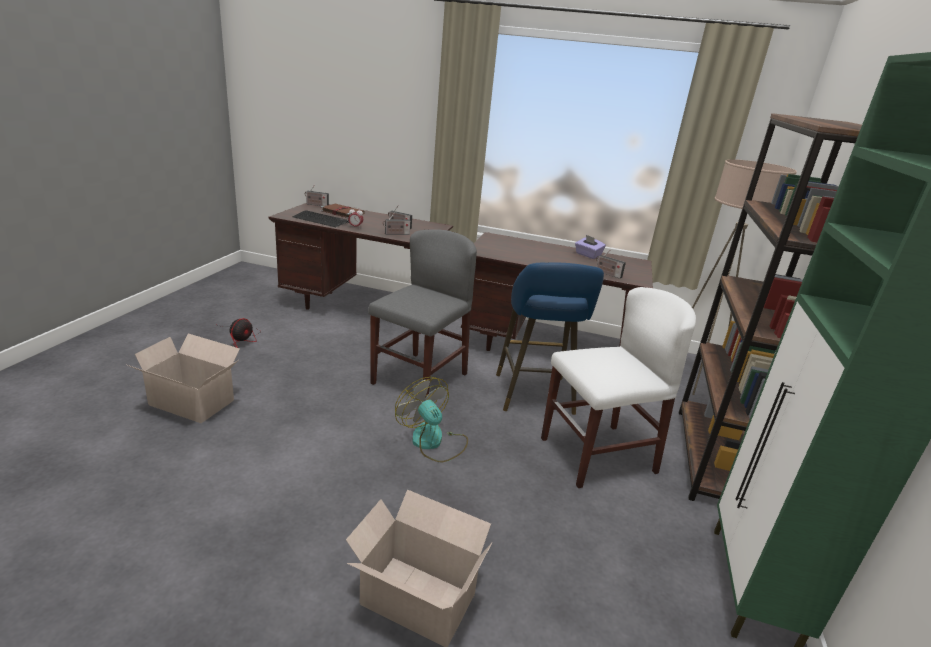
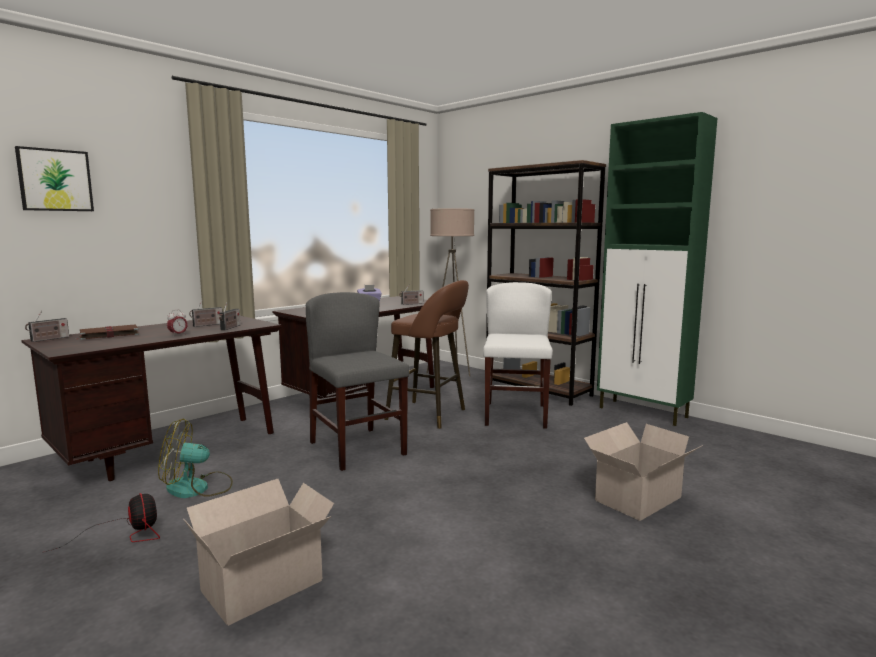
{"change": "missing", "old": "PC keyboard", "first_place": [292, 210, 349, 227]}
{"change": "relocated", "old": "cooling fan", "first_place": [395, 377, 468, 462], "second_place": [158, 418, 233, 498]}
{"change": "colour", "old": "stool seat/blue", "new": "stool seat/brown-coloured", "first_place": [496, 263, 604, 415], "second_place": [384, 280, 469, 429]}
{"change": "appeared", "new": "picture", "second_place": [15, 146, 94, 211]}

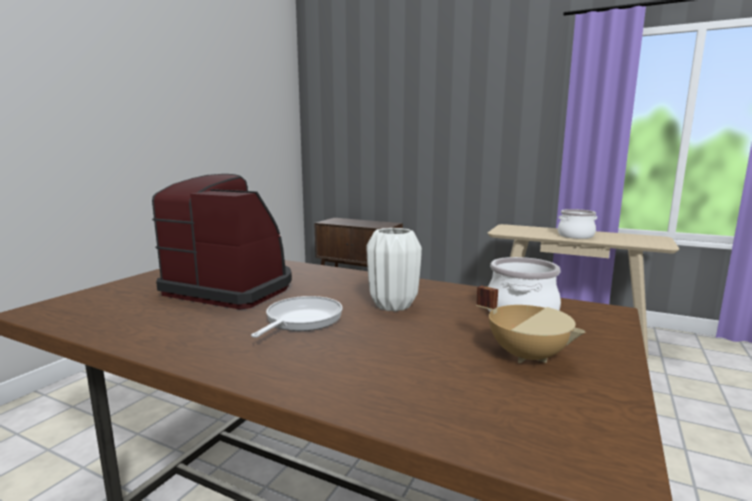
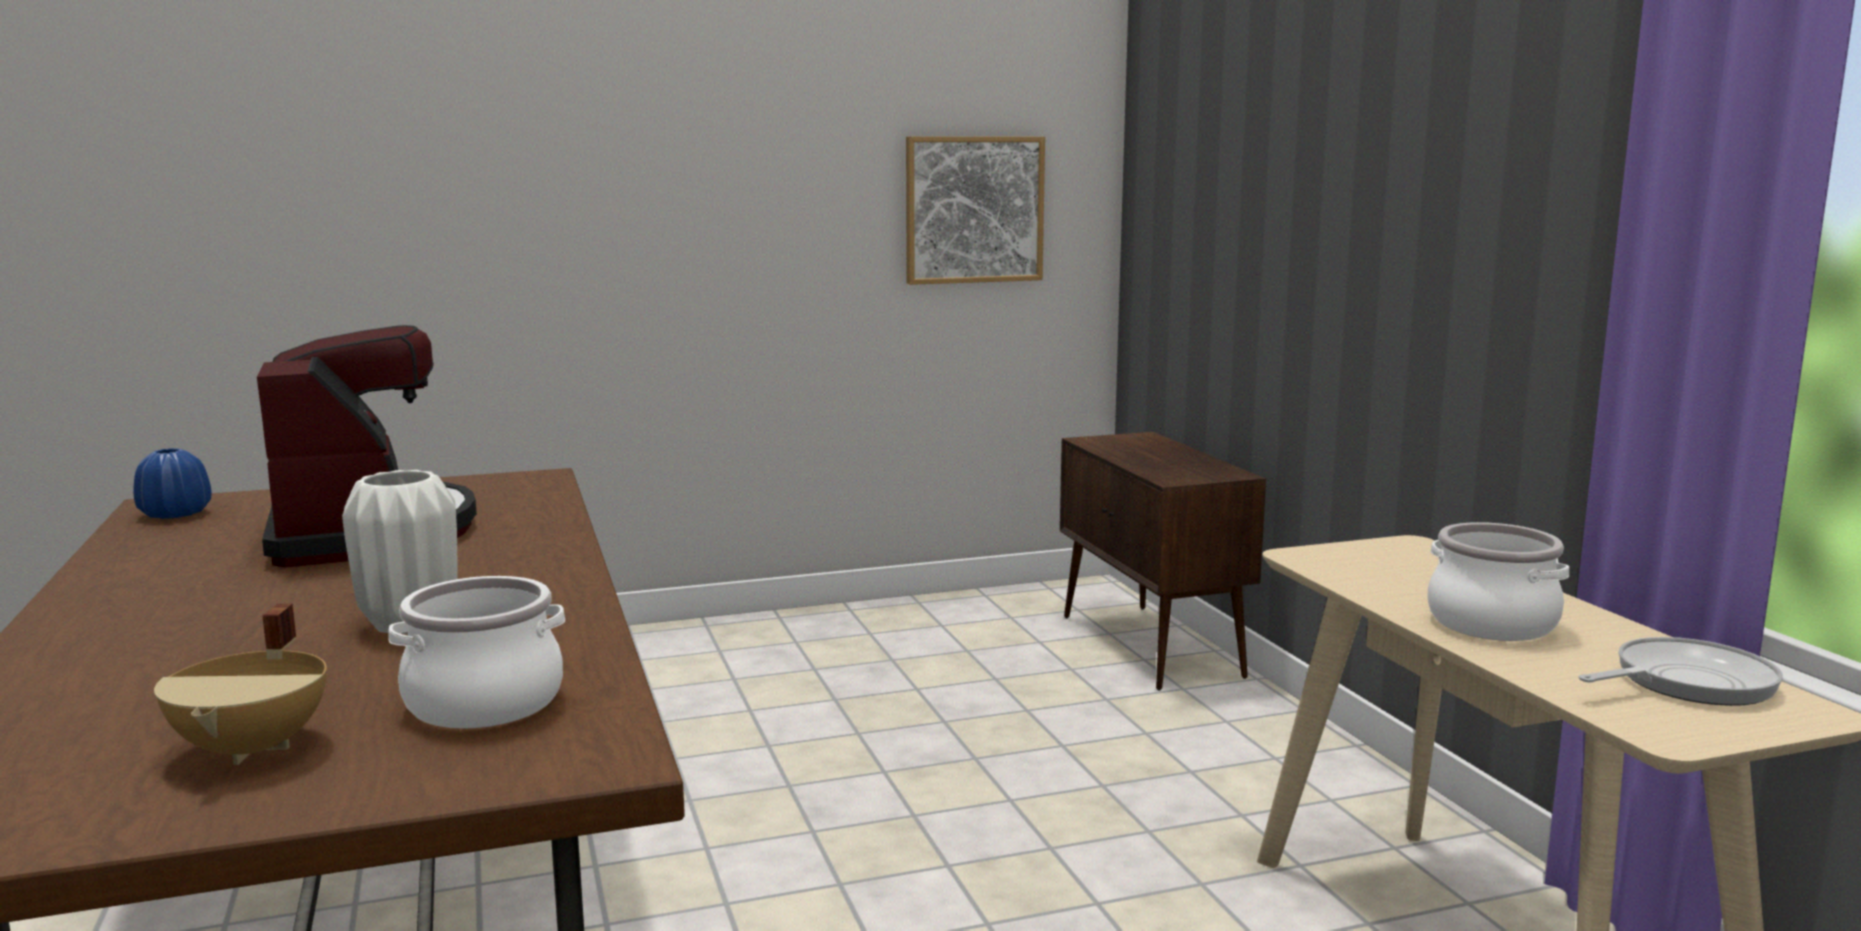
{"change": "relocated", "old": "skillet", "first_place": [251, 296, 342, 338], "second_place": [1579, 637, 1783, 706]}
{"change": "appeared", "new": "vase/blue", "second_place": [134, 448, 212, 519]}
{"change": "appeared", "new": "picture", "second_place": [906, 136, 1045, 285]}

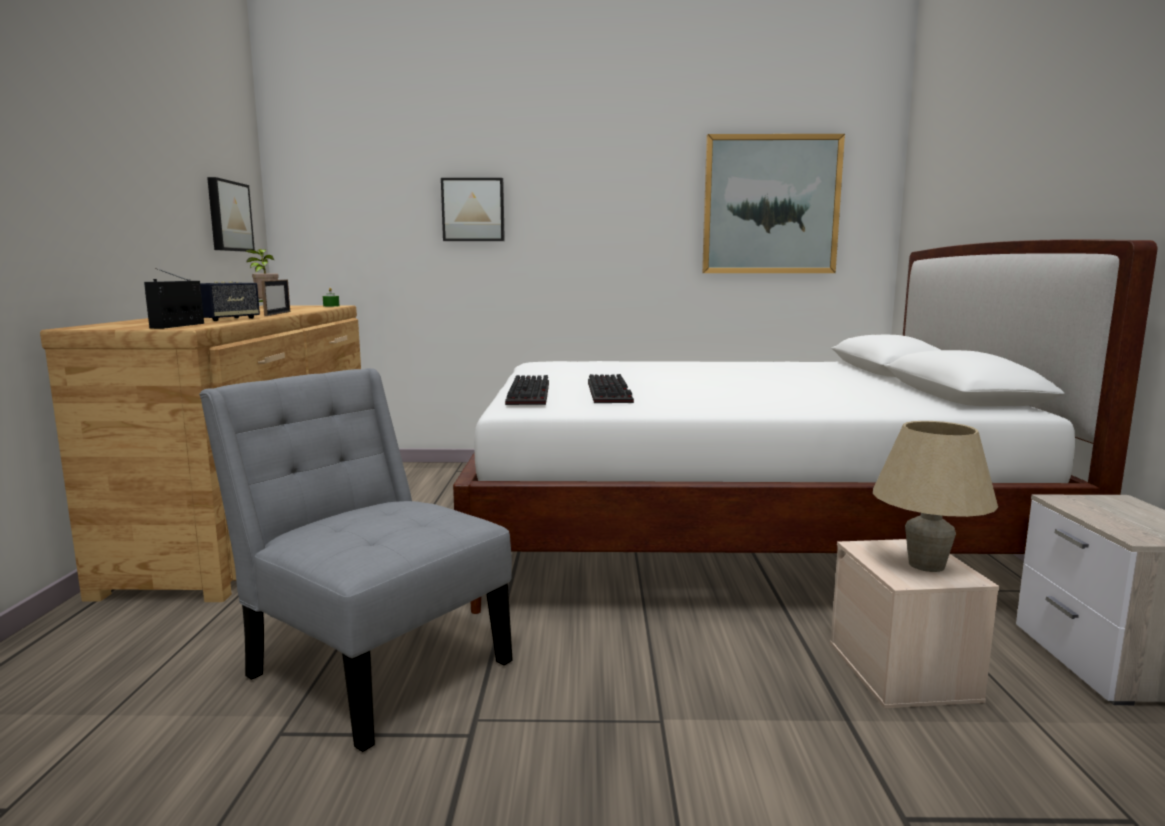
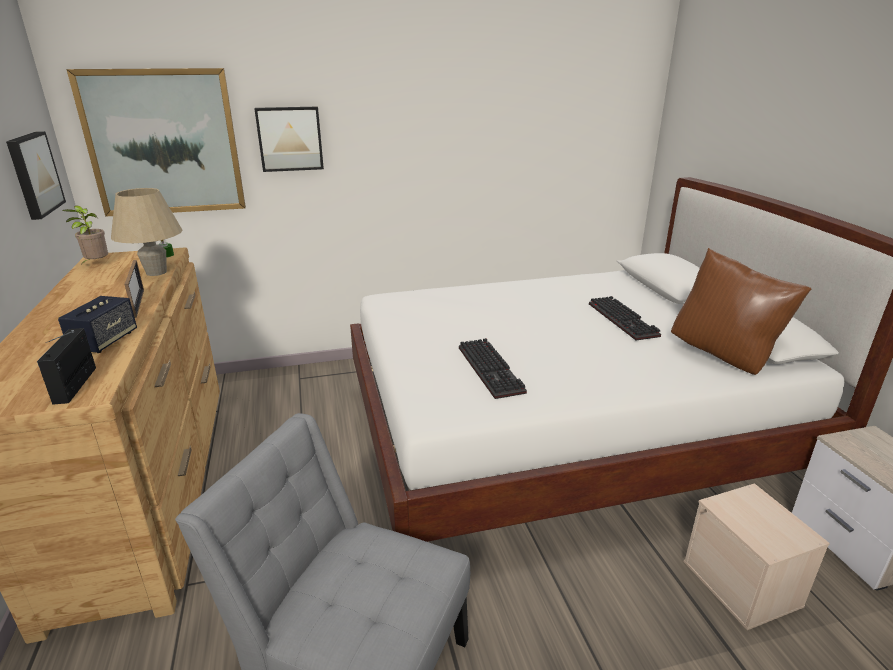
{"change": "relocated", "old": "PC keyboard", "first_place": [505, 375, 549, 405], "second_place": [589, 296, 661, 341]}
{"change": "relocated", "old": "picture", "first_place": [702, 134, 845, 273], "second_place": [66, 68, 246, 217]}
{"change": "relocated", "old": "table lamp/beige-coloured", "first_place": [873, 421, 998, 572], "second_place": [111, 188, 183, 276]}
{"change": "appeared", "new": "cushion/brown-coloured", "second_place": [671, 248, 811, 375]}

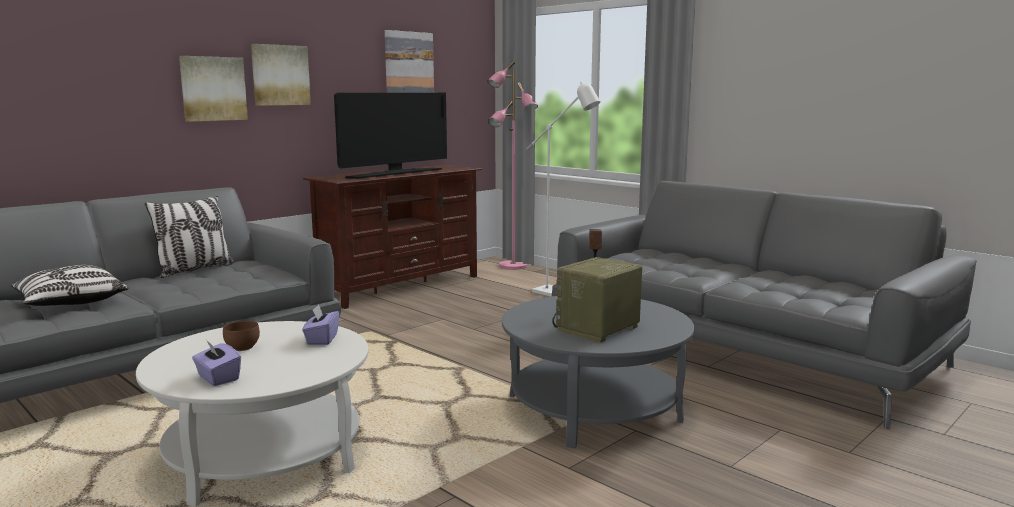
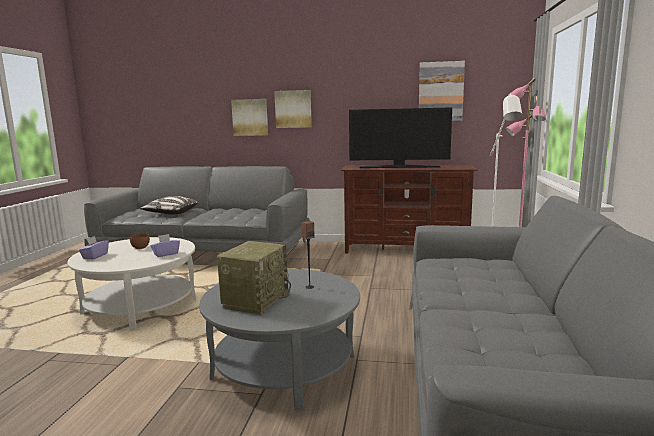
{"change": "missing", "old": "cushion", "first_place": [145, 196, 234, 278]}
{"change": "relocated", "old": "picture", "first_place": [251, 44, 311, 106], "second_place": [231, 99, 268, 136]}
{"change": "spun", "old": "radio", "first_place": [552, 257, 642, 343], "second_place": [217, 241, 291, 315], "degrees": 105}

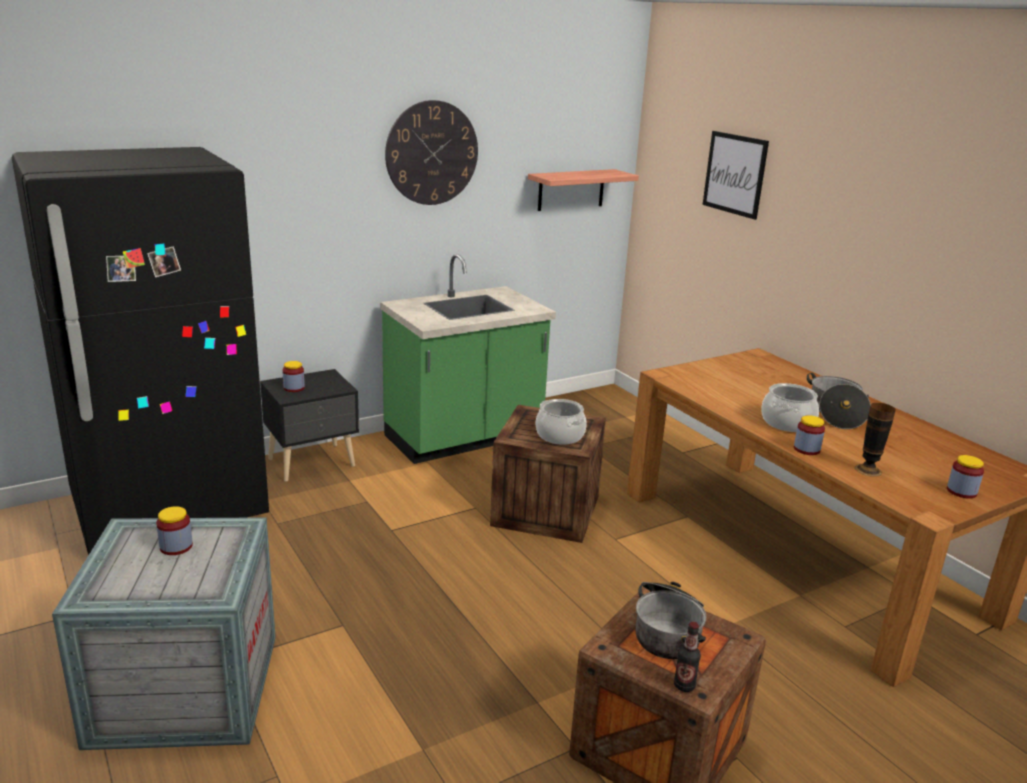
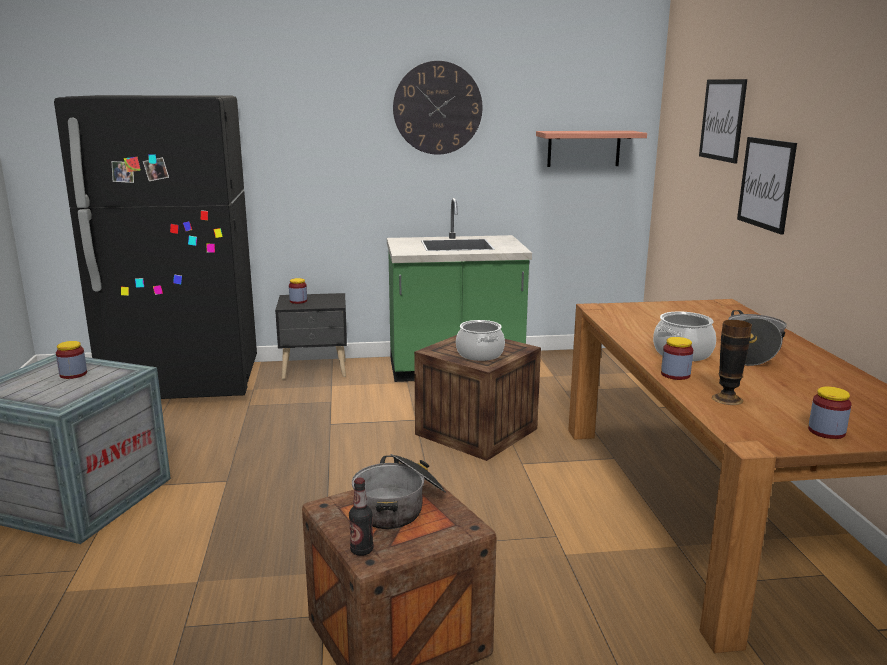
{"change": "appeared", "new": "picture", "second_place": [737, 137, 797, 235]}

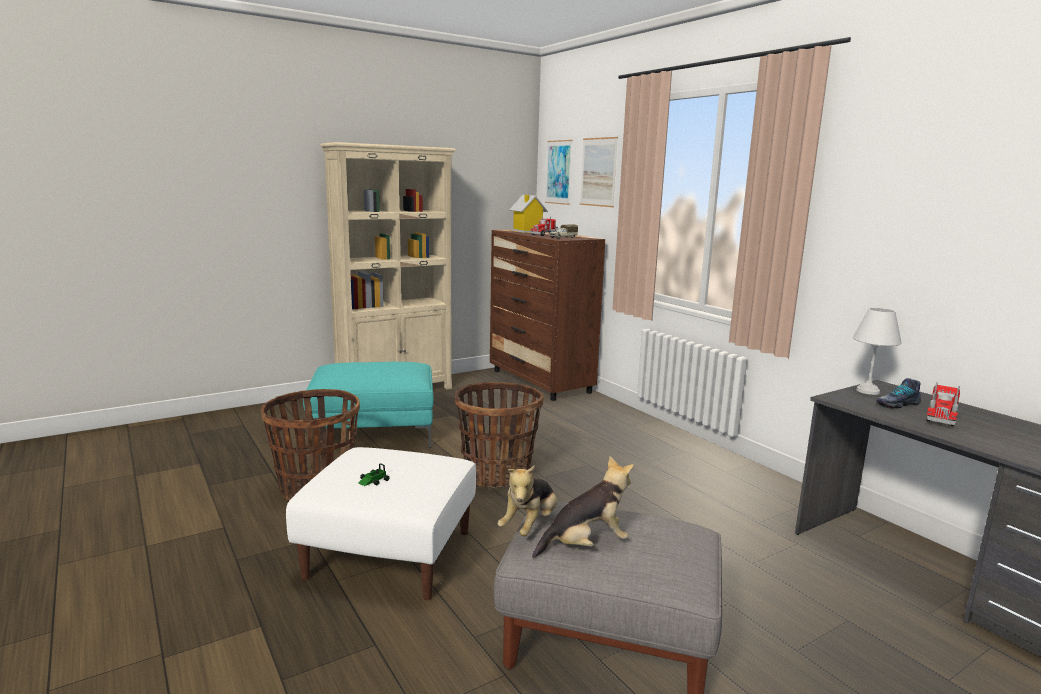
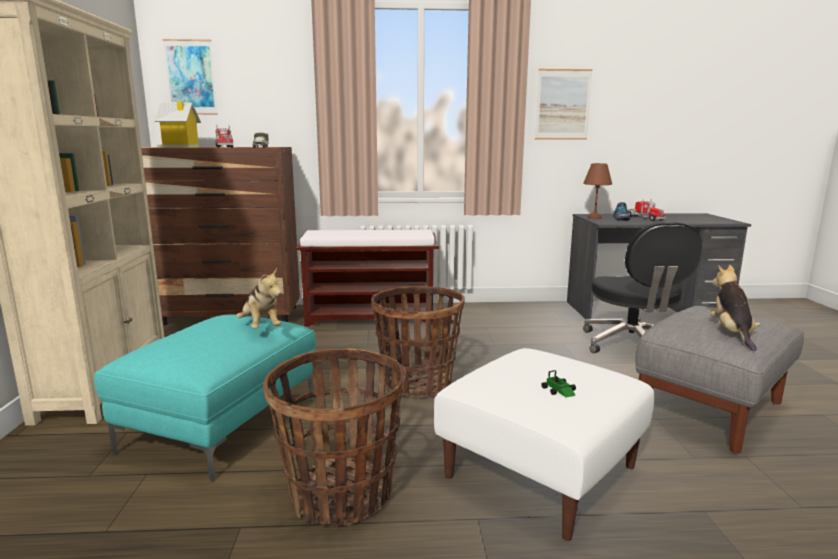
{"change": "relocated", "old": "plush toy", "first_place": [498, 465, 557, 536], "second_place": [237, 268, 282, 328]}
{"change": "relocated", "old": "picture", "first_place": [580, 137, 618, 207], "second_place": [535, 69, 593, 140]}
{"change": "colour", "old": "table lamp/white", "new": "table lamp/brown-coloured", "first_place": [853, 308, 902, 395], "second_place": [583, 163, 612, 219]}
{"change": "appeared", "new": "long seat/brown-coloured", "second_place": [296, 229, 439, 327]}
{"change": "appeared", "new": "computer chair/black", "second_place": [583, 222, 702, 353]}

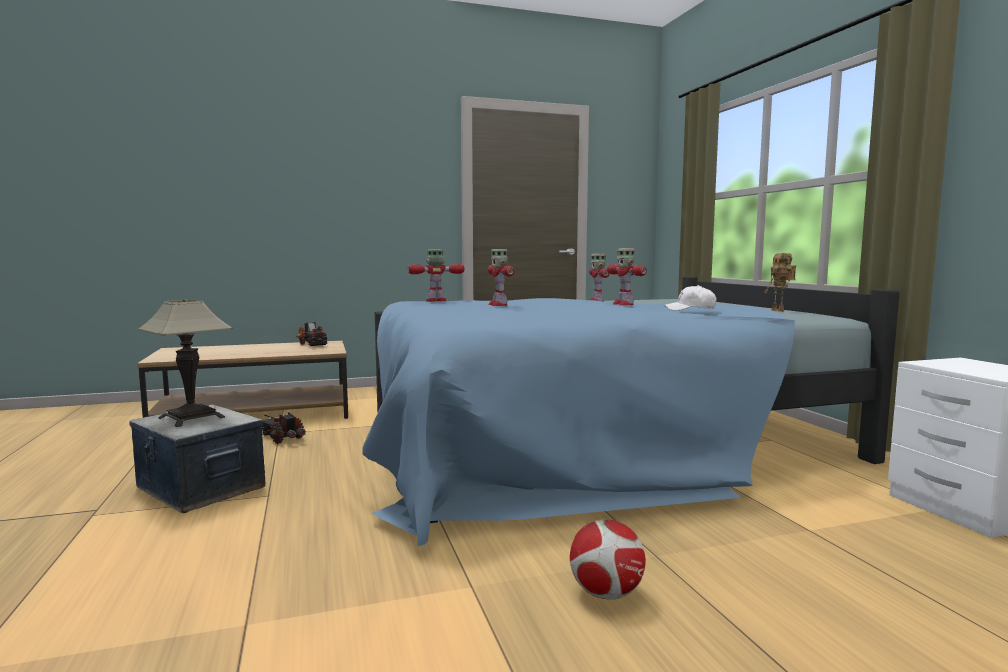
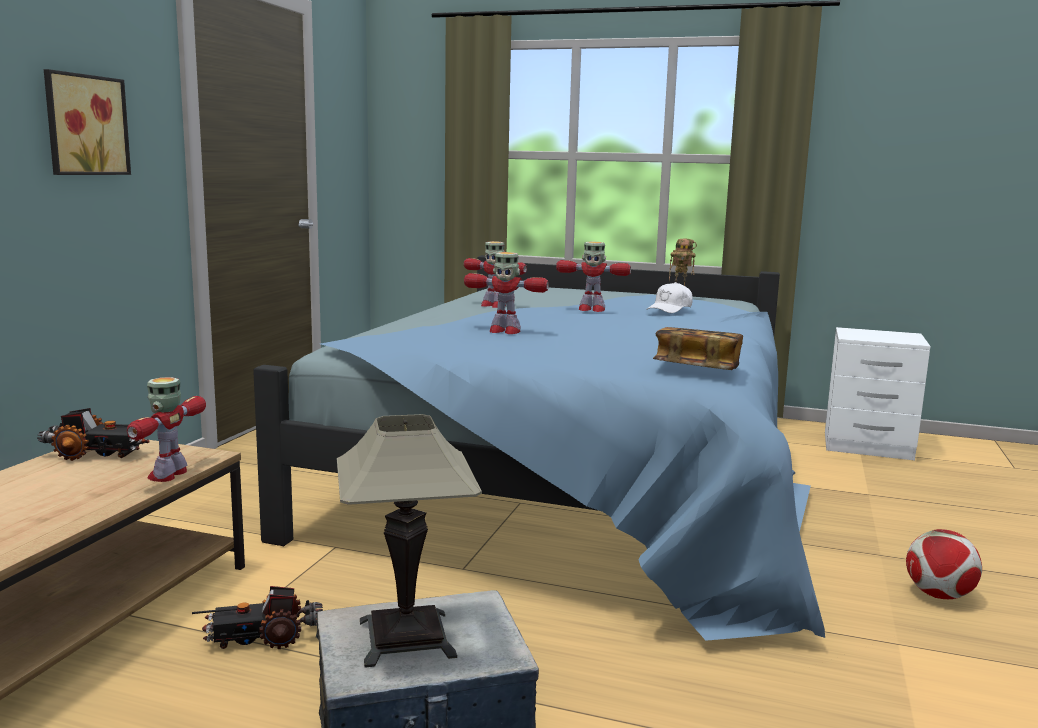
{"change": "relocated", "old": "robot figure", "first_place": [408, 249, 465, 302], "second_place": [127, 377, 206, 482]}
{"change": "appeared", "new": "picture", "second_place": [44, 69, 131, 175]}
{"change": "appeared", "new": "bound book", "second_place": [653, 327, 743, 370]}

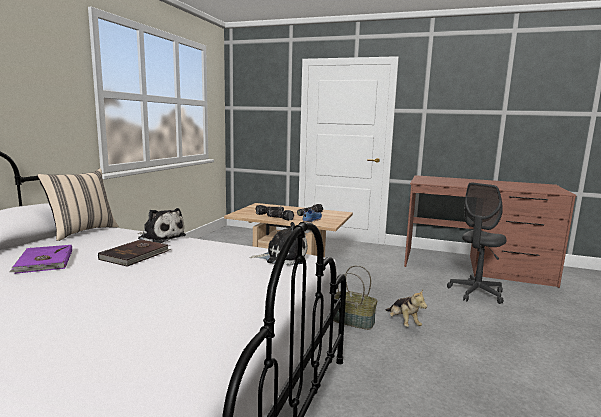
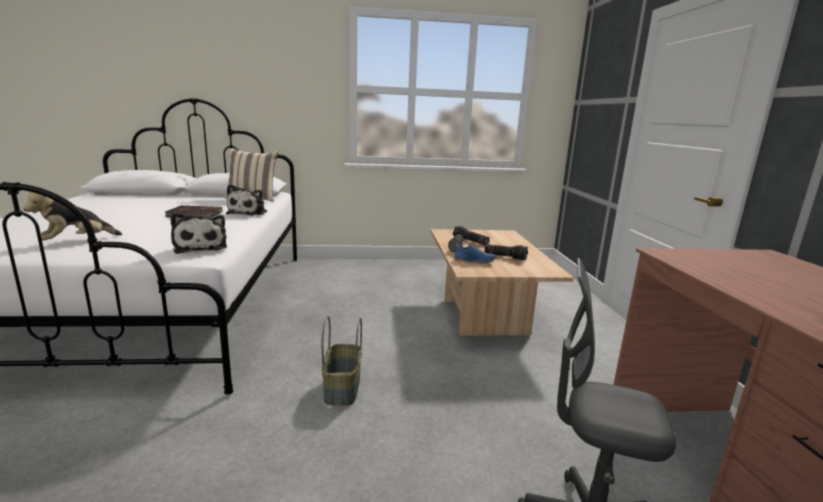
{"change": "missing", "old": "bound book/purple-coloured", "first_place": [9, 245, 72, 274]}
{"change": "relocated", "old": "plush toy", "first_place": [385, 290, 427, 327], "second_place": [23, 191, 122, 241]}

